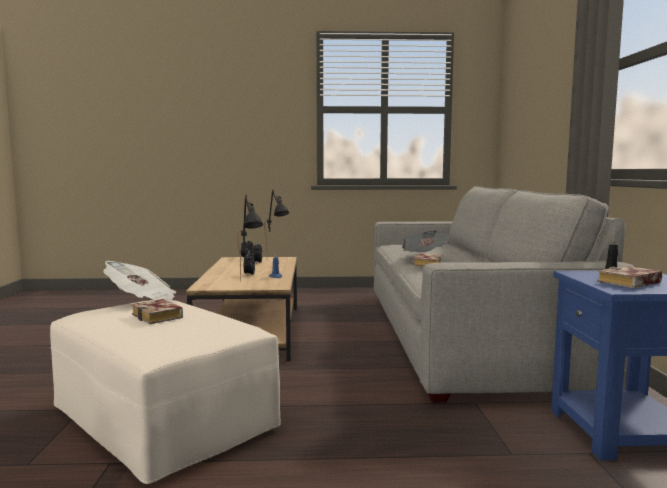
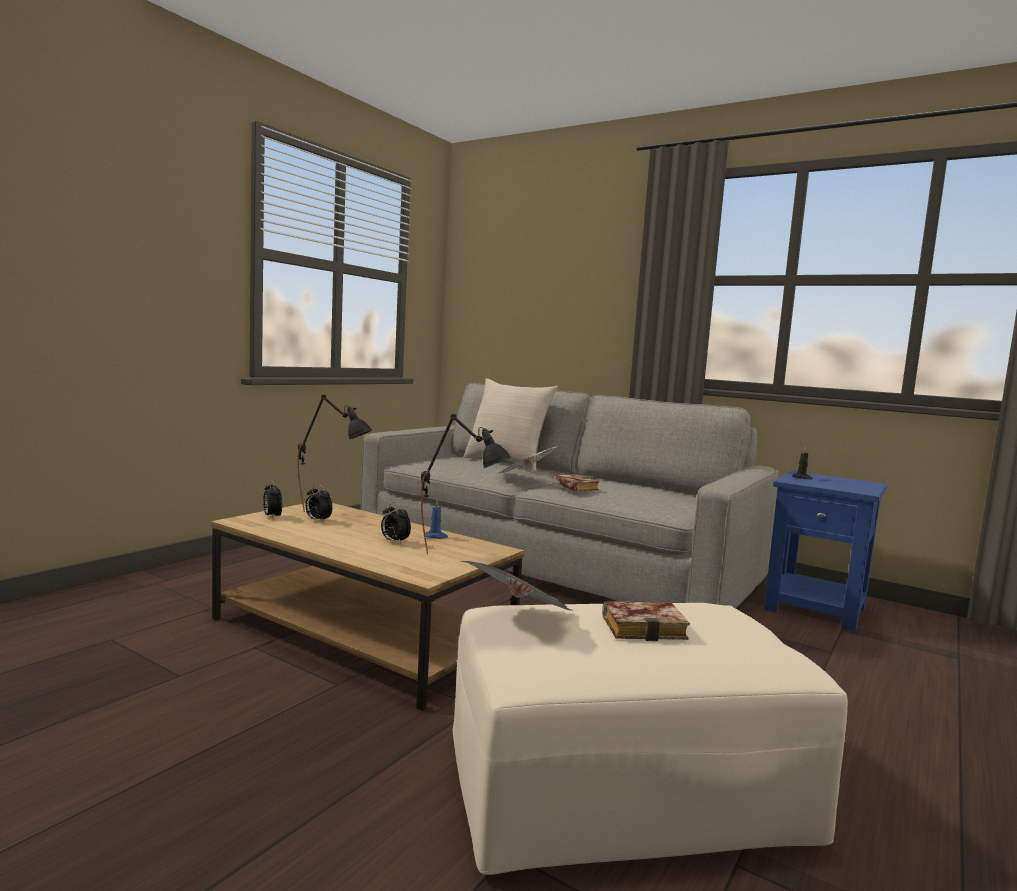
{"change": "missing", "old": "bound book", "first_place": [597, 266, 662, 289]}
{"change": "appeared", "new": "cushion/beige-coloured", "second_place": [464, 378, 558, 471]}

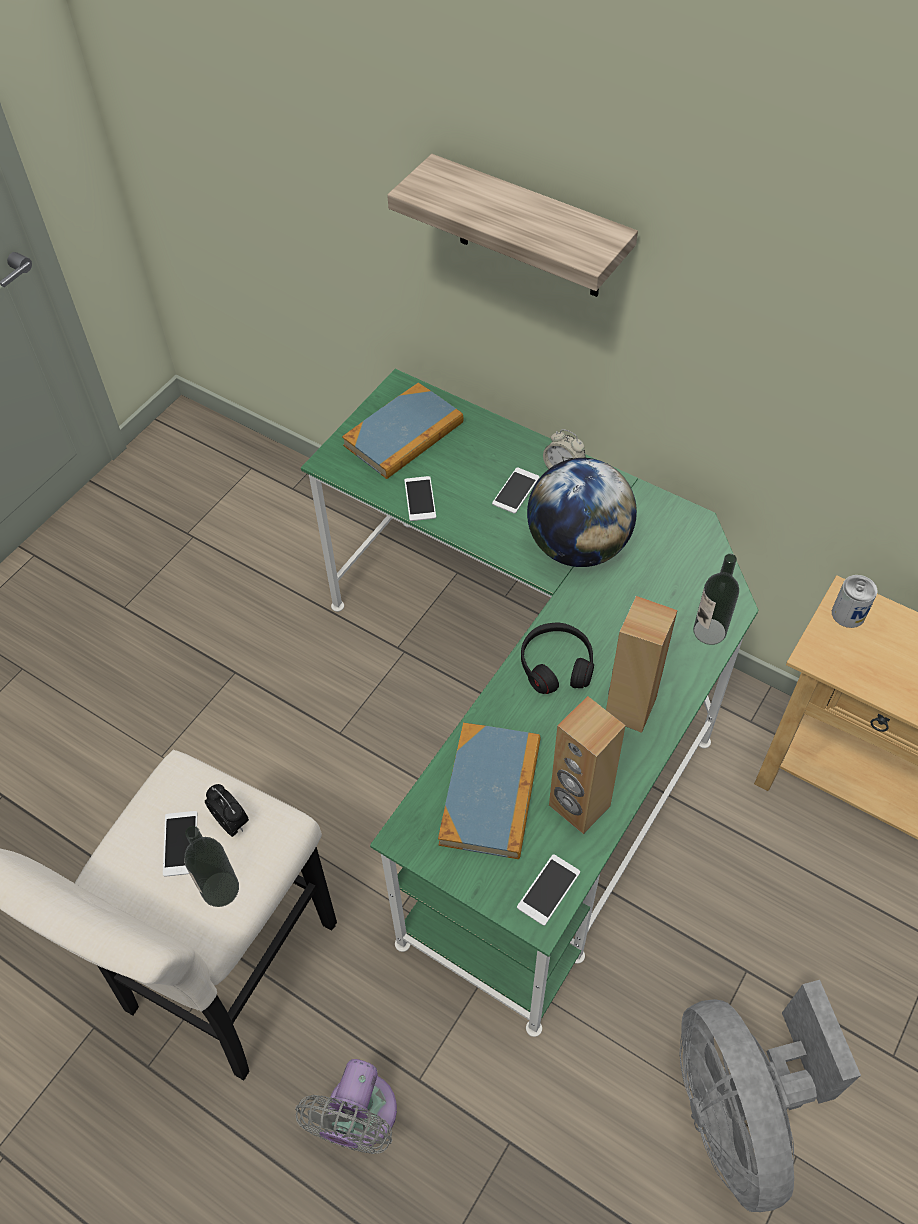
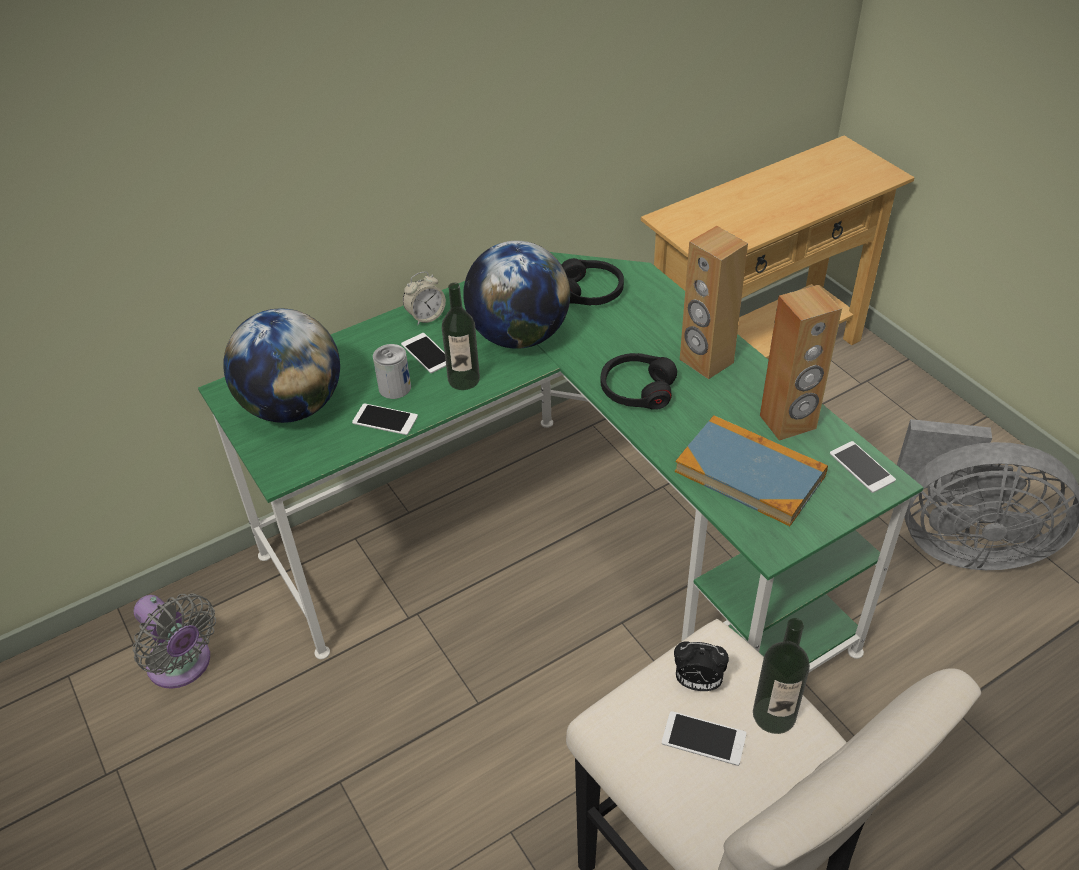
{"change": "spun", "old": "bedside clock", "first_place": [205, 784, 249, 837], "second_place": [674, 641, 729, 691], "degrees": -150}
{"change": "relocated", "old": "cooling fan/grey", "first_place": [295, 1059, 397, 1154], "second_place": [133, 594, 216, 689]}
{"change": "exchanged", "old": "bound book", "new": "globe", "first_place": [342, 382, 464, 479], "second_place": [223, 308, 340, 423]}
{"change": "missing", "old": "wall shelf", "first_place": [387, 154, 638, 297]}
{"change": "relocated", "old": "bottle", "first_place": [693, 554, 739, 645], "second_place": [442, 283, 480, 390]}
{"change": "relocated", "old": "metal can", "first_place": [832, 575, 877, 628], "second_place": [373, 344, 411, 399]}
{"change": "appeared", "new": "headset/black", "second_place": [562, 258, 624, 305]}

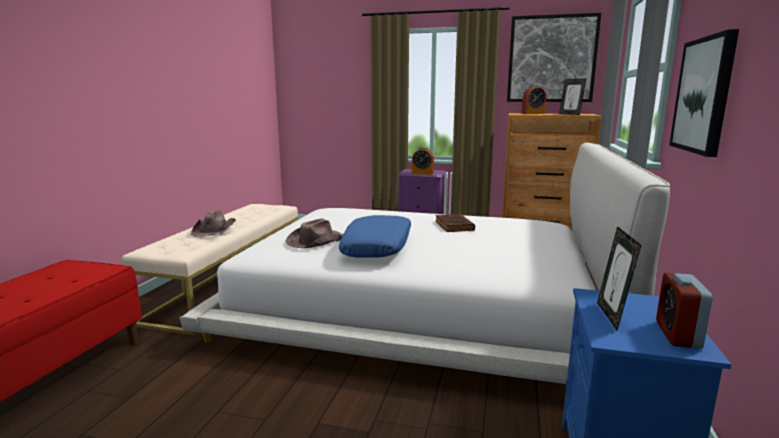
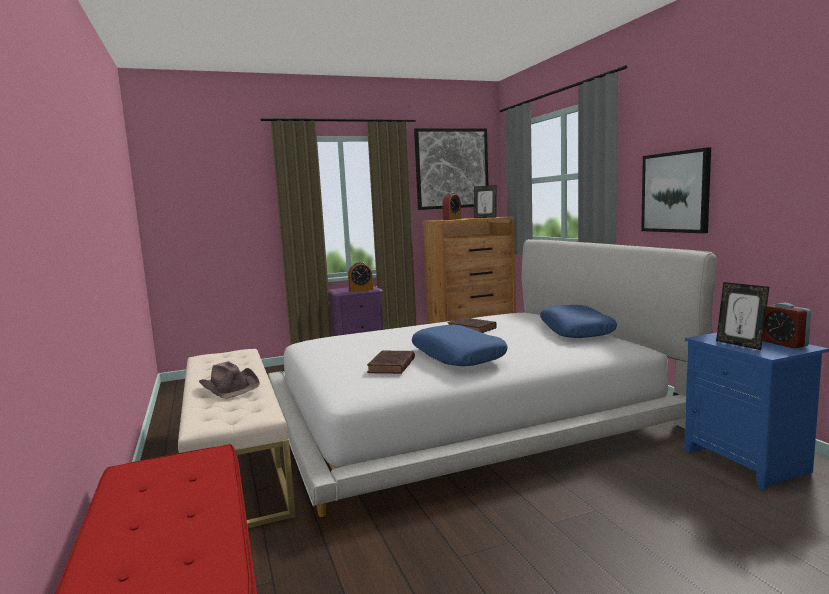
{"change": "exchanged", "old": "clothing hat/brown-coloured", "new": "bound book/brown-coloured", "first_place": [285, 218, 343, 248], "second_place": [367, 351, 415, 374]}
{"change": "appeared", "new": "cushion/blue", "second_place": [540, 305, 617, 338]}

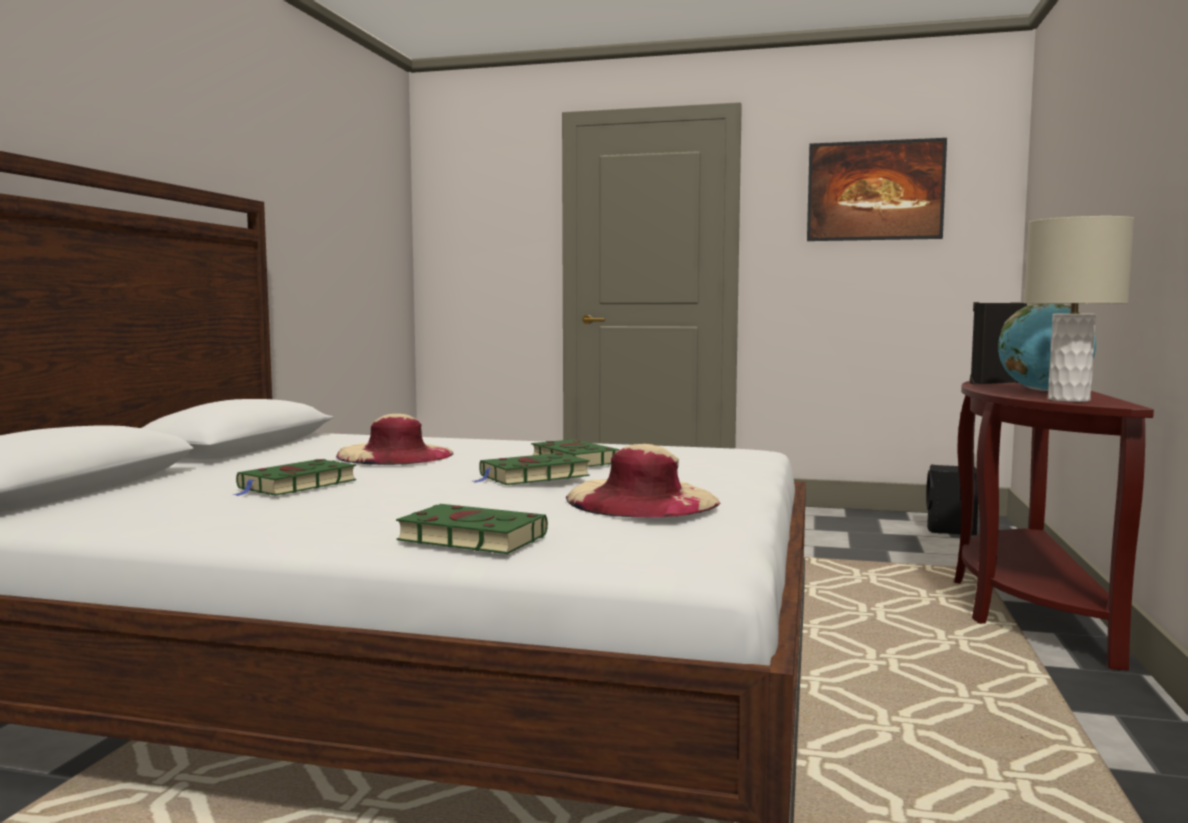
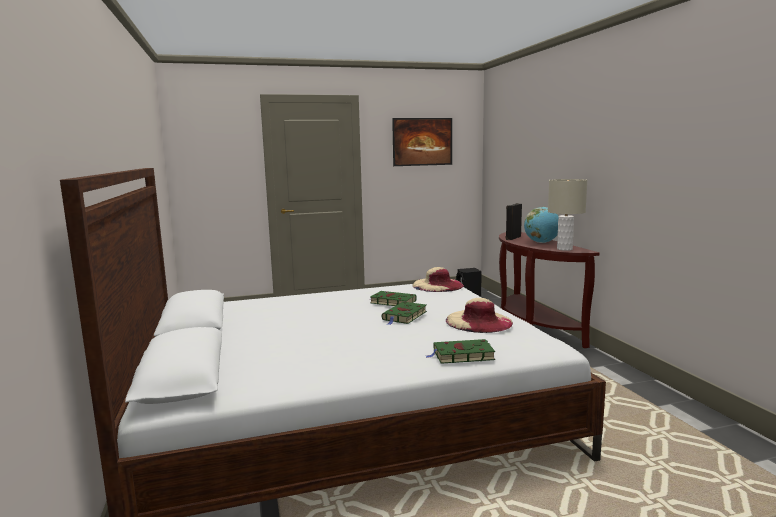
{"change": "missing", "old": "bound book/greenish", "first_place": [233, 459, 356, 496]}
{"change": "relocated", "old": "clothing hat/beige-coloured", "first_place": [336, 414, 453, 465], "second_place": [412, 267, 464, 292]}

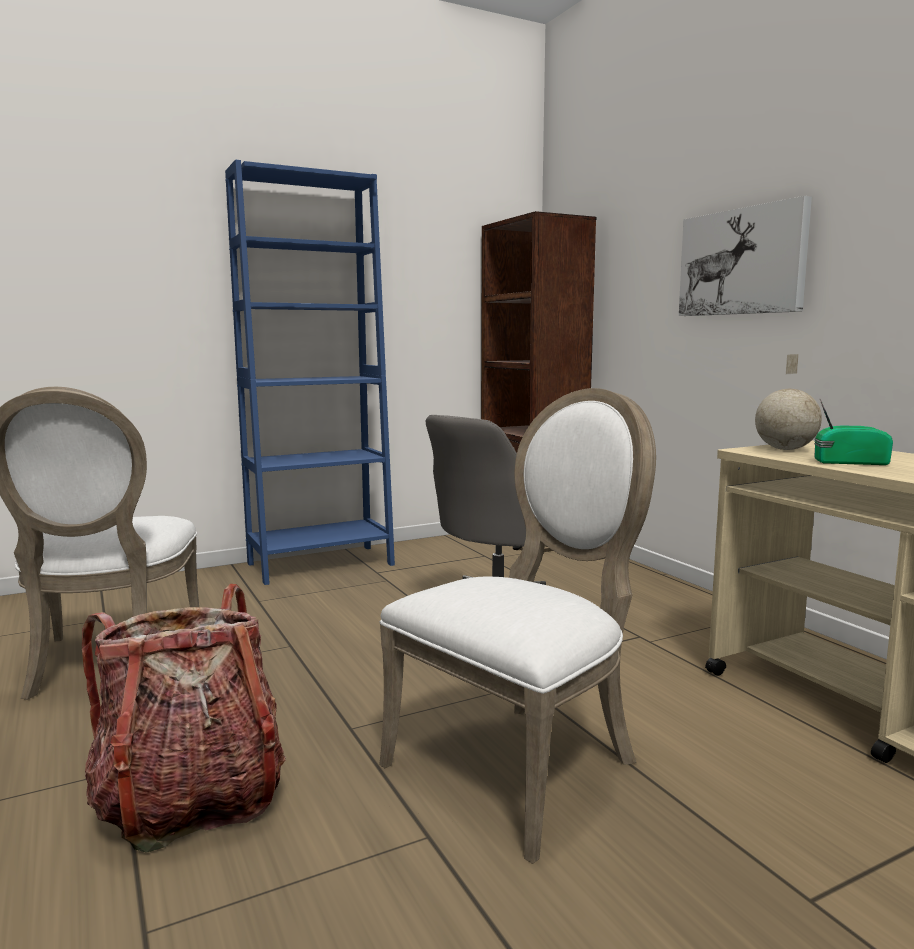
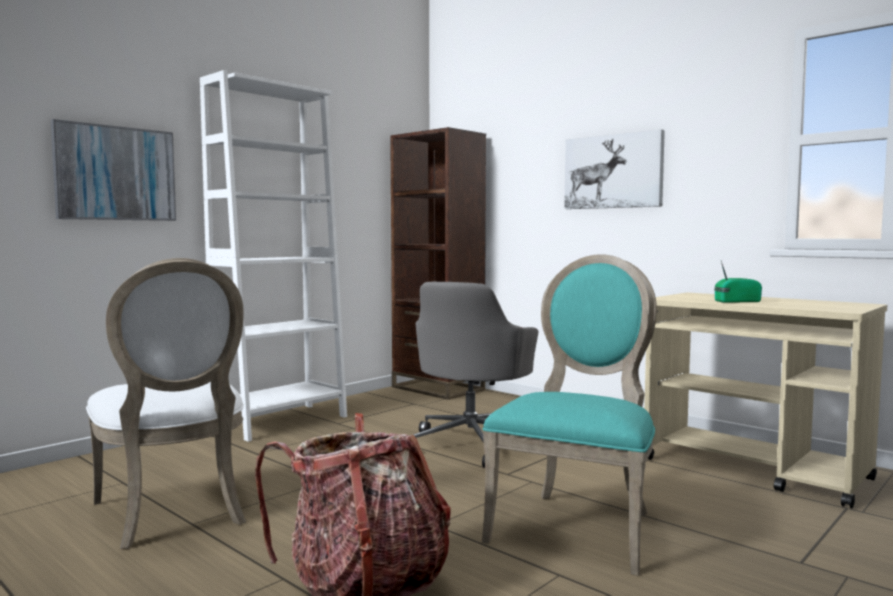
{"change": "colour", "old": "bookshelf/blue", "new": "bookshelf/white", "first_place": [225, 160, 395, 585], "second_place": [200, 70, 347, 442]}
{"change": "colour", "old": "chair/white", "new": "chair/turquoise-coloured", "first_place": [379, 388, 656, 864], "second_place": [482, 254, 657, 576]}
{"change": "missing", "old": "globe", "first_place": [755, 354, 822, 450]}
{"change": "appeared", "new": "picture", "second_place": [51, 119, 176, 221]}

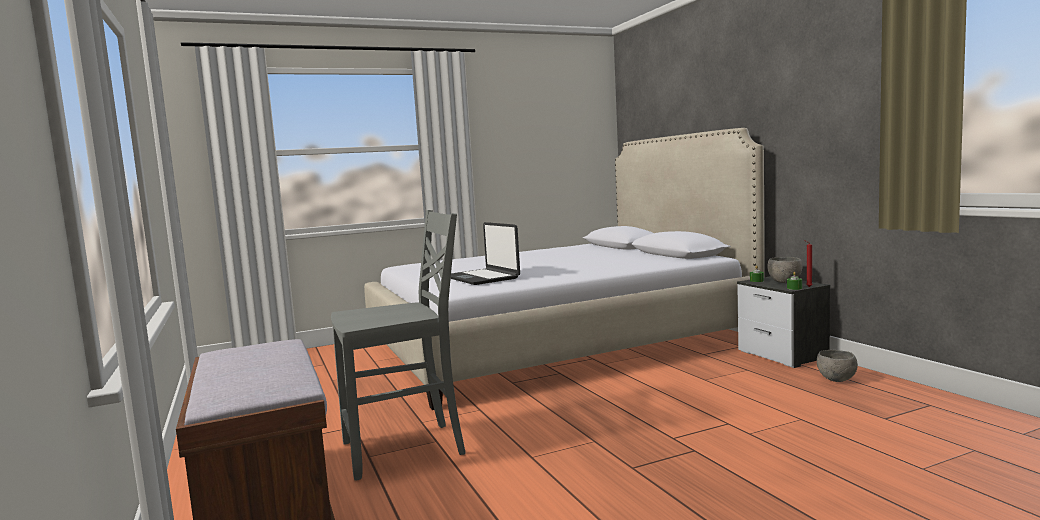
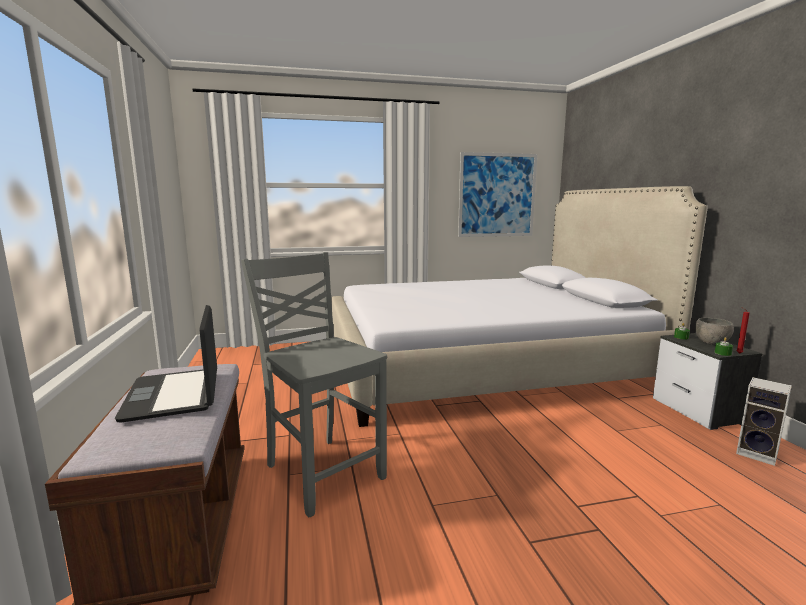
{"change": "spun", "old": "chair/grey", "first_place": [331, 210, 466, 481], "second_place": [241, 252, 387, 517], "degrees": -120}
{"change": "relocated", "old": "portable computer", "first_place": [451, 222, 520, 285], "second_place": [115, 305, 217, 423]}
{"change": "exchanged", "old": "bowl/grey", "new": "speaker", "first_place": [817, 350, 858, 382], "second_place": [736, 377, 792, 466]}
{"change": "appeared", "new": "picture", "second_place": [458, 152, 537, 237]}

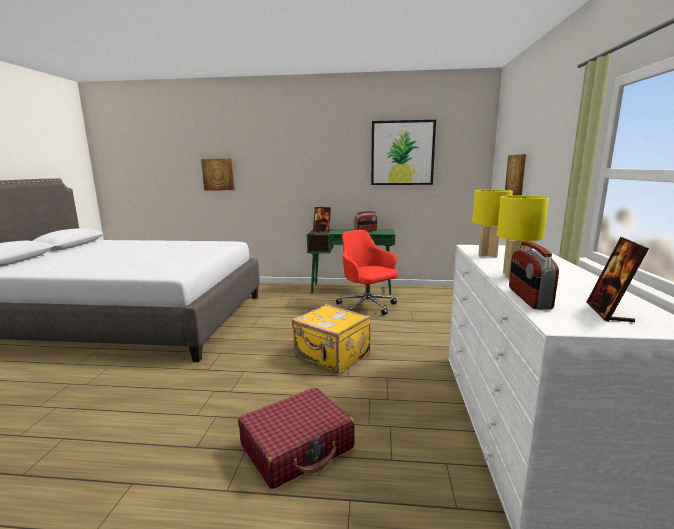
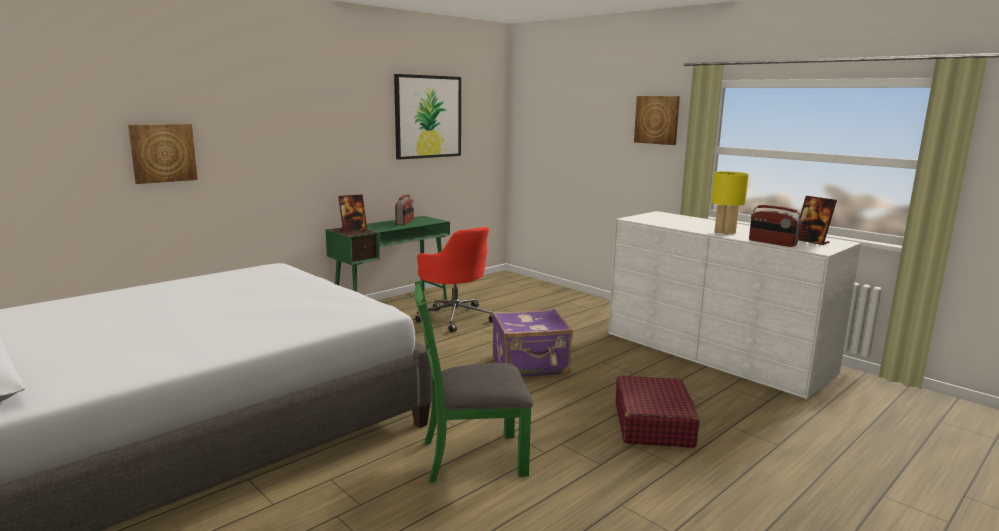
{"change": "colour", "old": "travel case/yellow", "new": "travel case/purple-coloured", "first_place": [292, 304, 371, 374], "second_place": [492, 309, 573, 377]}
{"change": "spun", "old": "computer chair/reddish", "first_place": [336, 230, 398, 315], "second_place": [415, 227, 493, 332], "degrees": -135}
{"change": "missing", "old": "table lamp/yellow", "first_place": [472, 190, 513, 257]}
{"change": "relocated", "old": "picture", "first_place": [505, 154, 526, 195], "second_place": [634, 96, 680, 145]}
{"change": "appeared", "new": "chair/greenish", "second_place": [414, 280, 533, 482]}

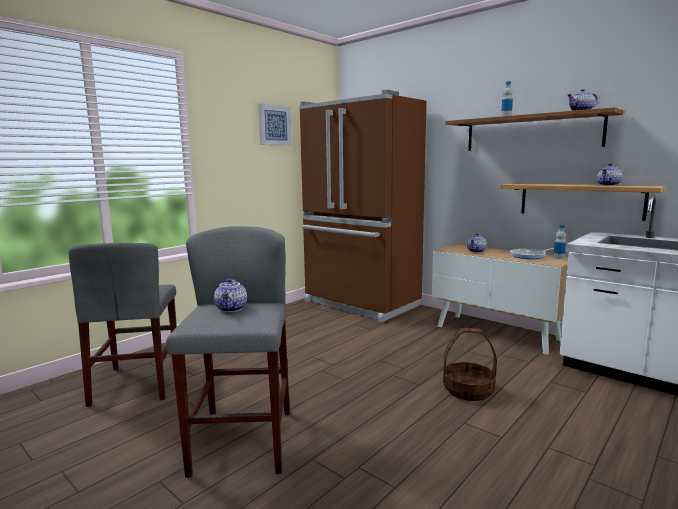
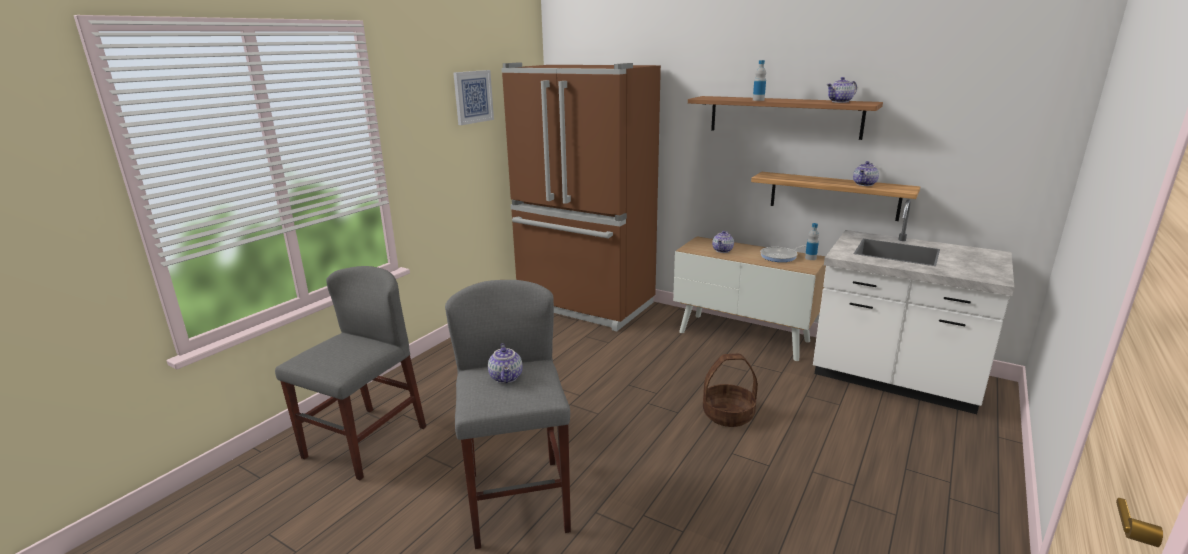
{"change": "spun", "old": "chair/grey", "first_place": [68, 243, 177, 407], "second_place": [275, 266, 426, 480], "degrees": -135}

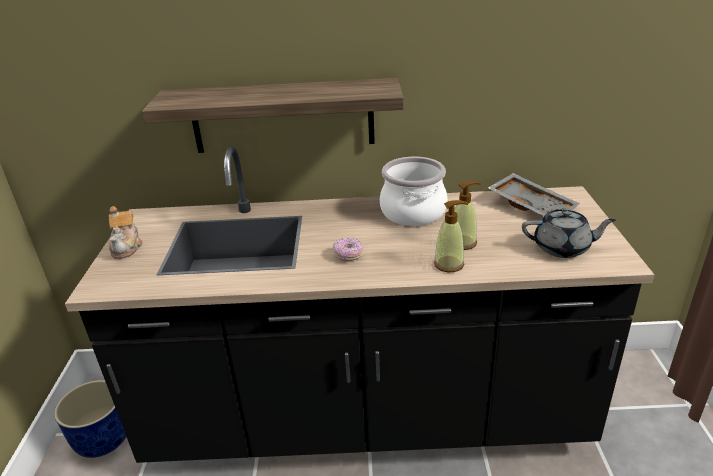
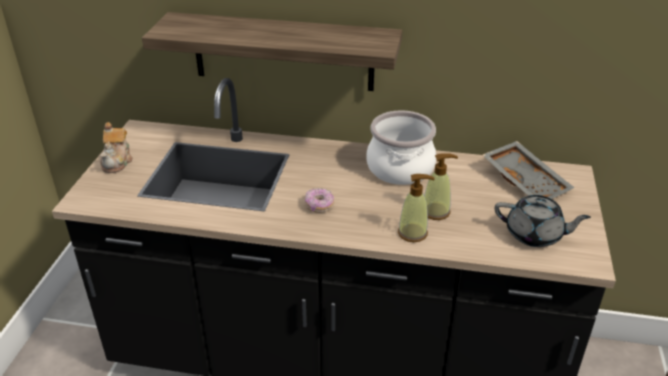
{"change": "missing", "old": "planter/blue", "first_place": [54, 380, 126, 458]}

